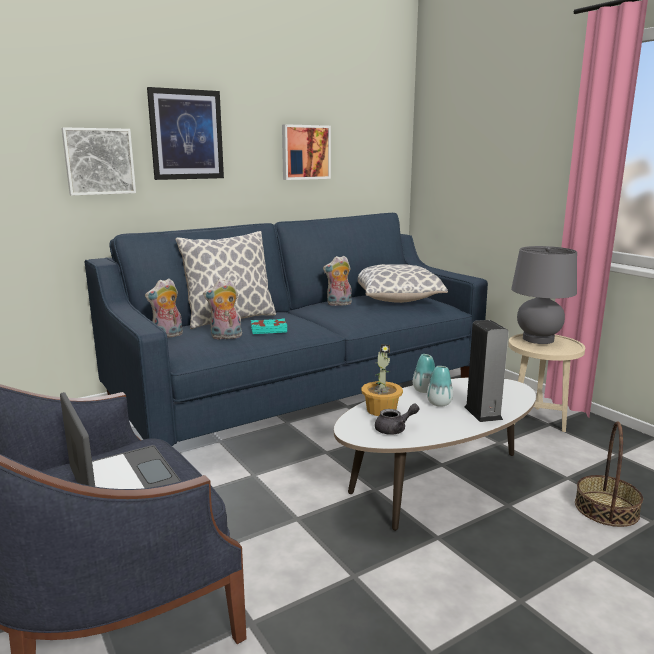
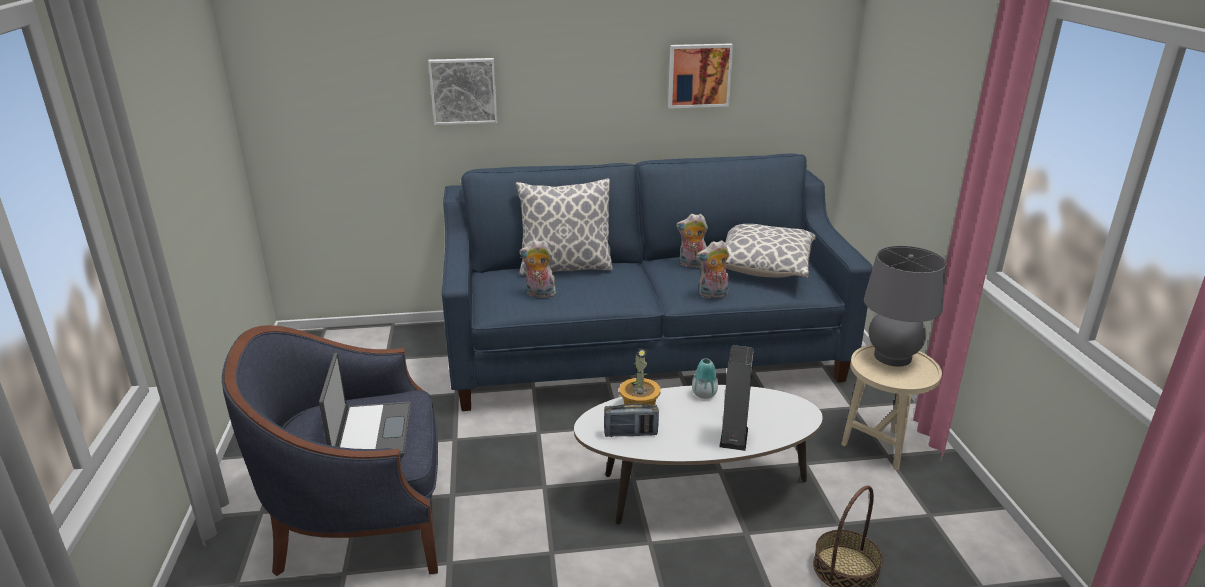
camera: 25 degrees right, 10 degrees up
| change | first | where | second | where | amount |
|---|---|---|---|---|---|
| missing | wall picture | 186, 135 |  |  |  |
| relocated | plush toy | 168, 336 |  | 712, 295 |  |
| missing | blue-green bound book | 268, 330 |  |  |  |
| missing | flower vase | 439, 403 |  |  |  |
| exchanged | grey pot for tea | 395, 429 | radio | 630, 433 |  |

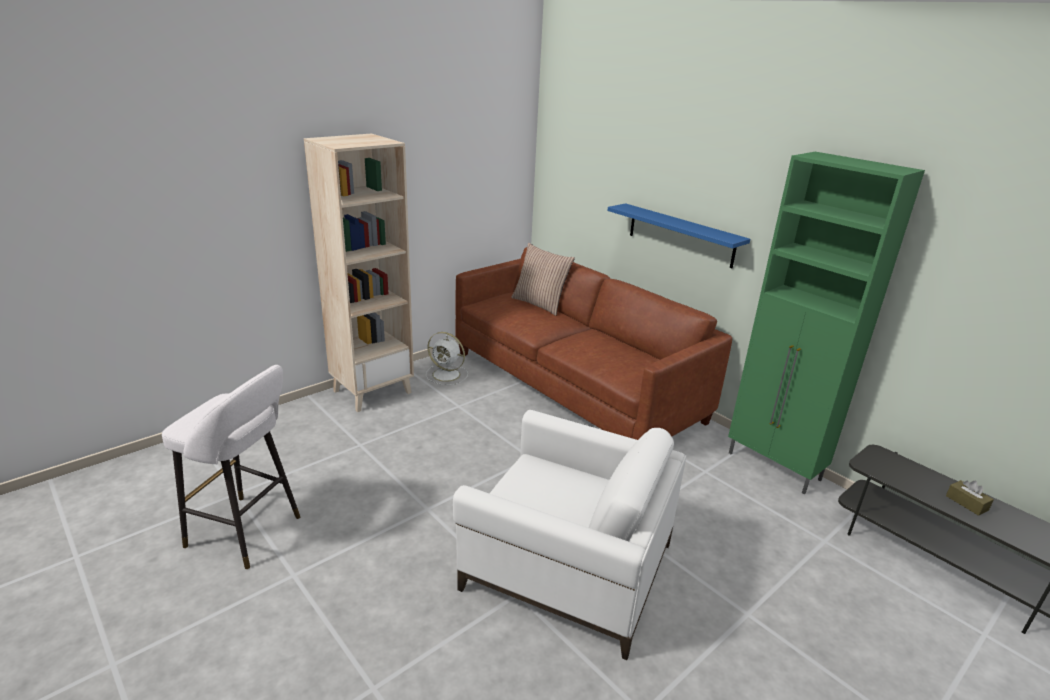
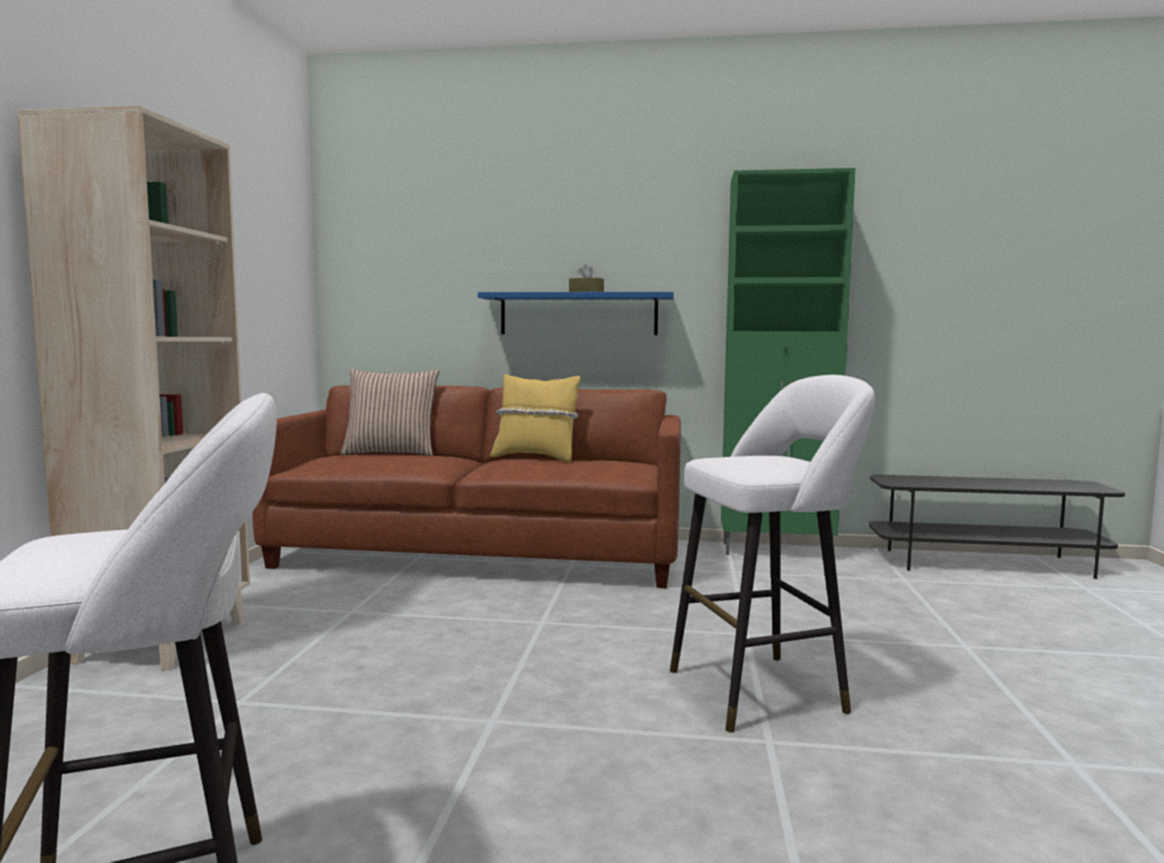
camera: 40 degrees left, 20 degrees down
| change | first | where | second | where | amount |
|---|---|---|---|---|---|
| missing | white cooling fan | 447, 375 |  |  |  |
| exchanged | white lounge chair | 567, 566 | white sitting stool | 765, 689 |  |
| relocated | brown box of tissues | 966, 503 |  | 586, 292 |  |
| appeared |  |  | yellow-coloured throw pillow | 535, 458 |  |

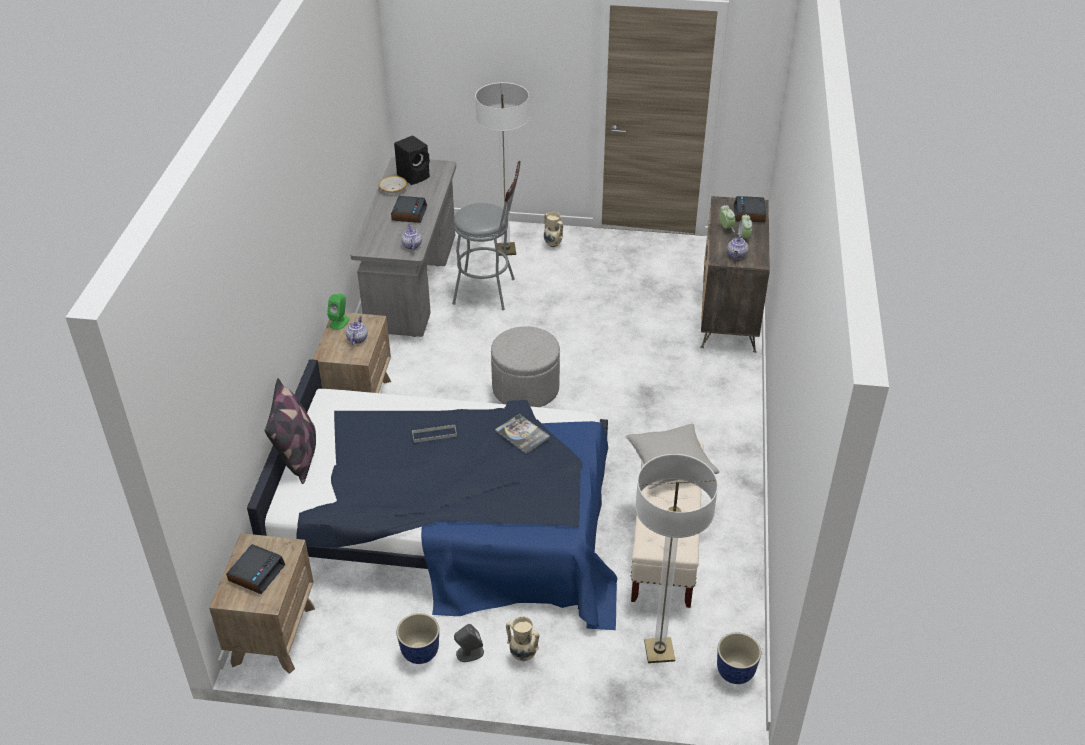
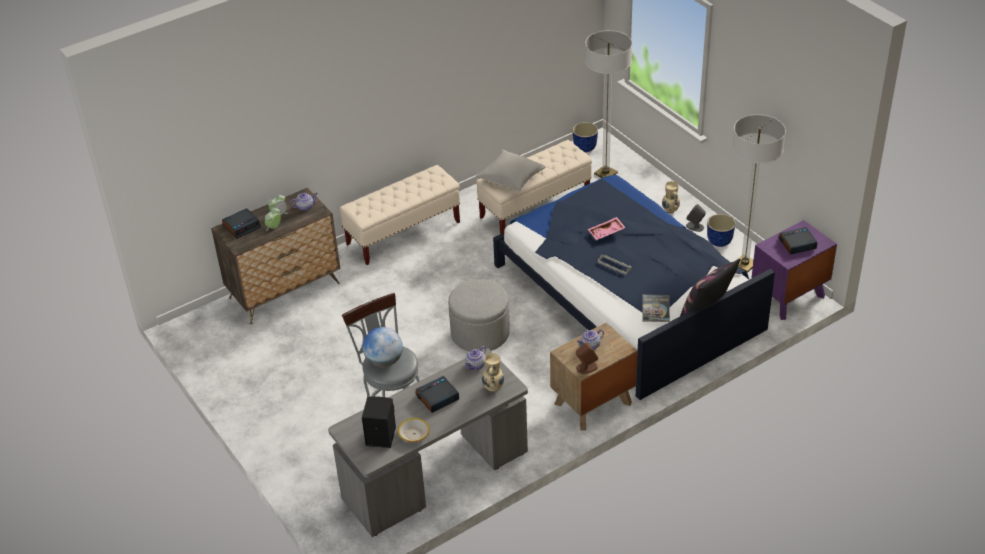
camera: 130 degrees left, 0 degrees up
| change | first | where | second | where | amount |
|---|---|---|---|---|---|
| relocated | standing lamp | 506, 250 |  | 744, 264 |  |
| relocated | beige-coloured flower vase | 553, 244 |  | 493, 387 |  |
| colour | green-coloured loudspeaker | 339, 322 | brown loudspeaker | 586, 367 |  |
| relocated | bound book | 522, 434 |  | 655, 309 |  |
| colour | brown bedside table | 273, 634 | purple-coloured bedside table | 788, 297 |  |
| appeared |  |  | beige-coloured indoor bench | 403, 233 |  |
| appeared |  |  | pinkish serving tray | 606, 232 |  |
| appeared |  |  | globe | 384, 361 |  |

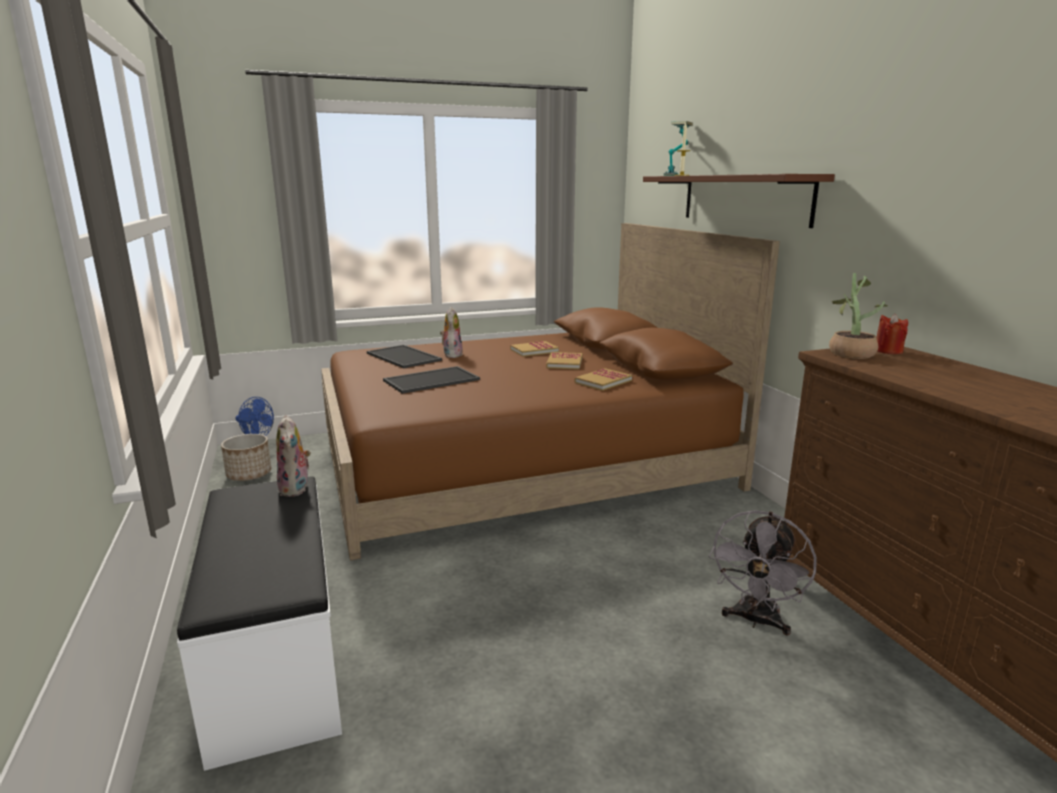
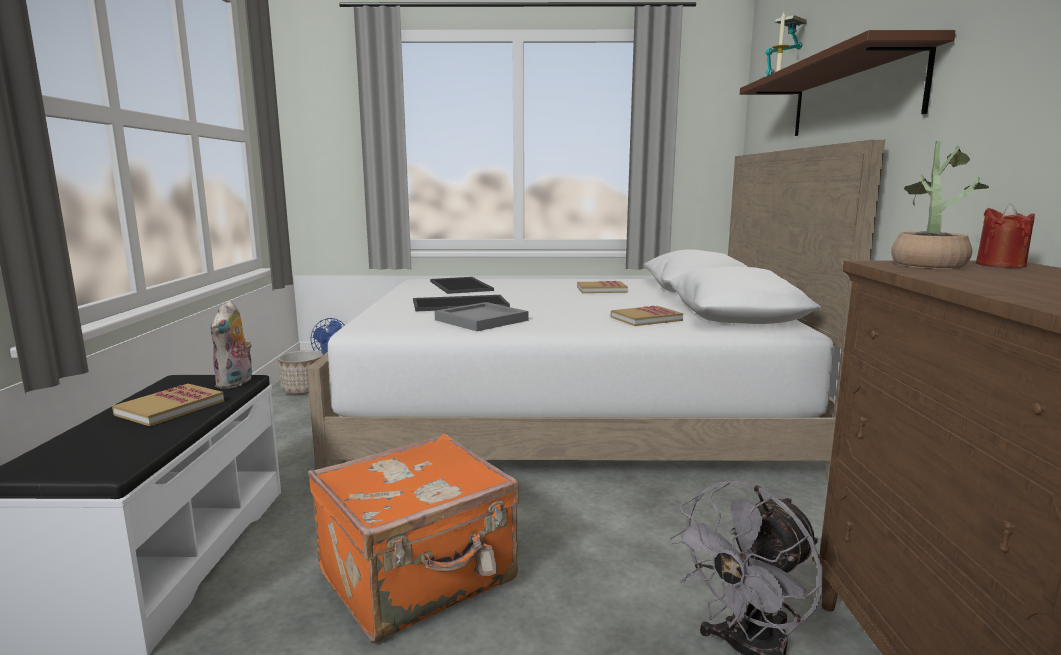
camera: 20 degrees right, 5 degrees down
| change | first | where | second | where | amount |
|---|---|---|---|---|---|
| colour | brown bedroom bed | 520, 462 | white bedroom bed | 569, 413 |  |
| missing | plush toy | 451, 354 |  |  |  |
| relocated | bound book | 564, 363 |  | 170, 408 |  |
| appeared |  |  | grey serving tray | 481, 320 |  |
| appeared |  |  | orangey suitcase | 419, 578 |  |

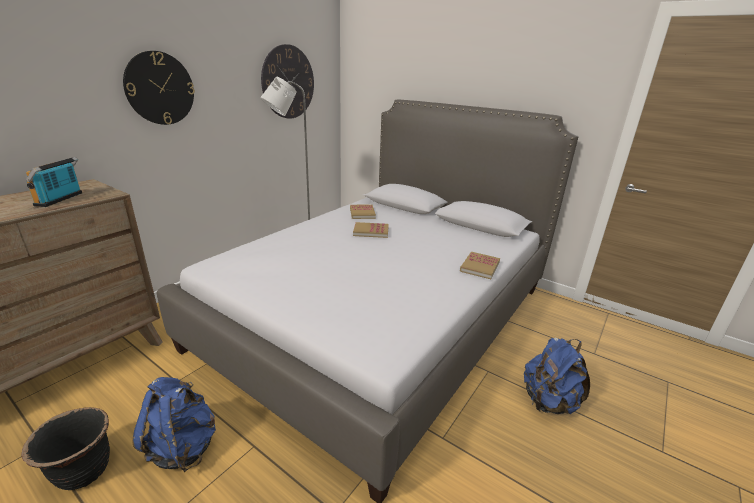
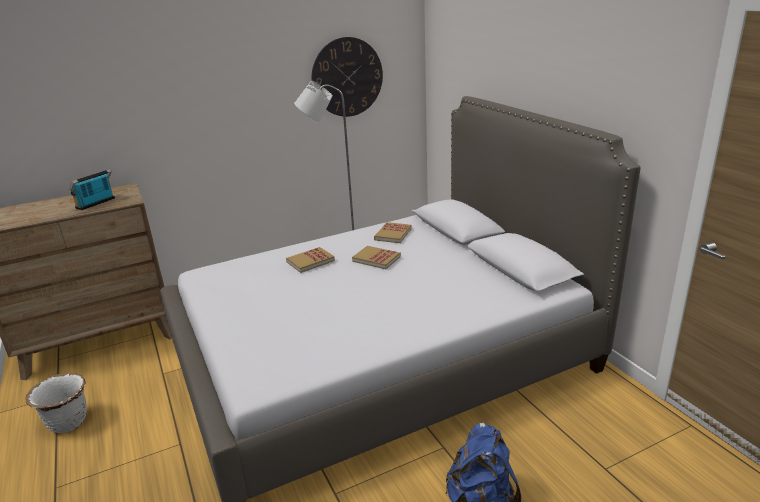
camera: 30 degrees right, 0 degrees up
| change | first | where | second | where | amount |
|---|---|---|---|---|---|
| missing | wall clock | 160, 88 |  |  |  |
| relocated | bound book | 480, 267 |  | 310, 261 |  |
| missing | blue backpack | 183, 447 |  |  |  |
| colour | black plant pot | 83, 472 | white plant pot | 67, 423 |  |

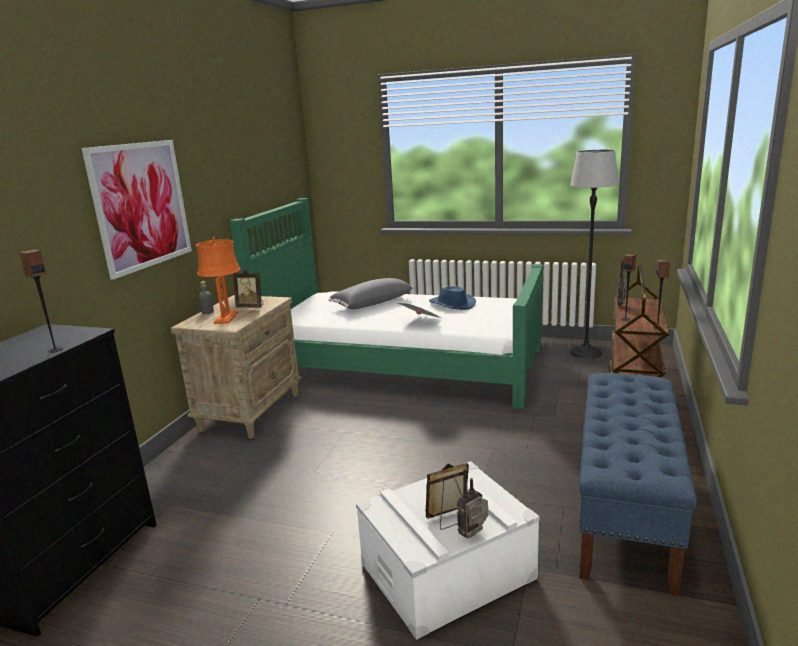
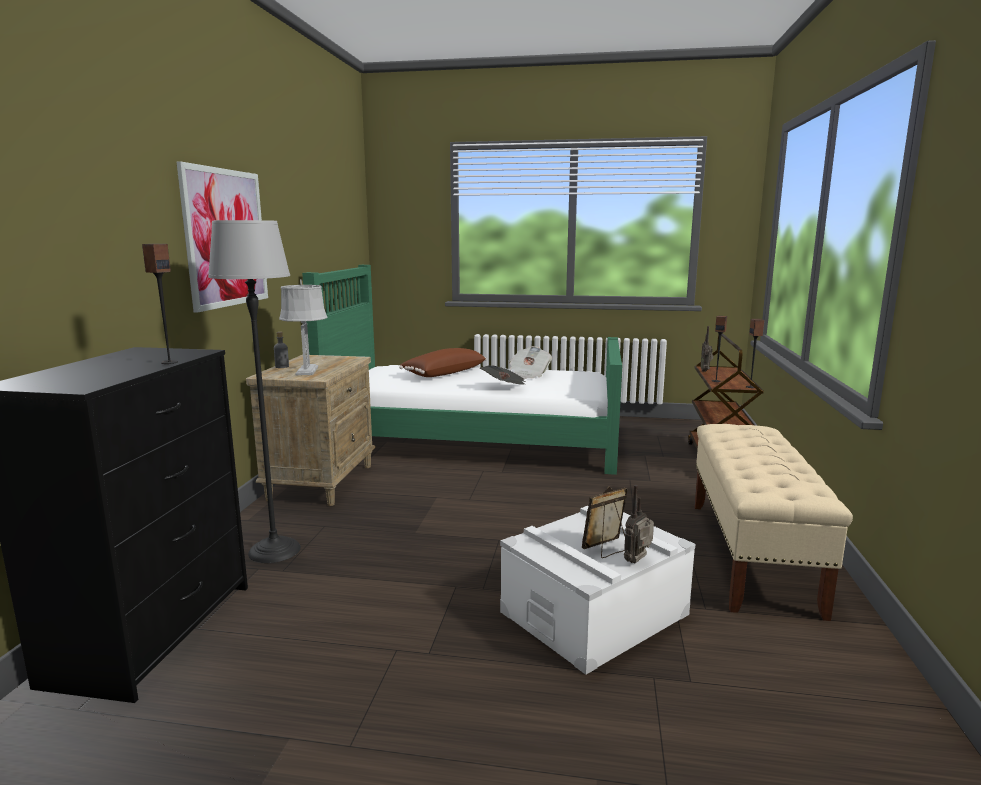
camera: 10 degrees left, 5 degrees down
| change | first | where | second | where | amount |
|---|---|---|---|---|---|
| relocated | standing lamp | 586, 352 |  | 275, 550 |  |
| colour | orangey tabletop lamp | 226, 318 | grey tabletop lamp | 307, 371 |  |
| missing | picture frame | 251, 307 |  |  |  |
| colour | grey throw pillow | 372, 303 | brown throw pillow | 443, 373 |  |
| exchanged | blue clothing hat | 451, 304 | daily paper | 529, 375 |  |
| colour | blue indoor bench | 626, 510 | beige-coloured indoor bench | 751, 554 |  |

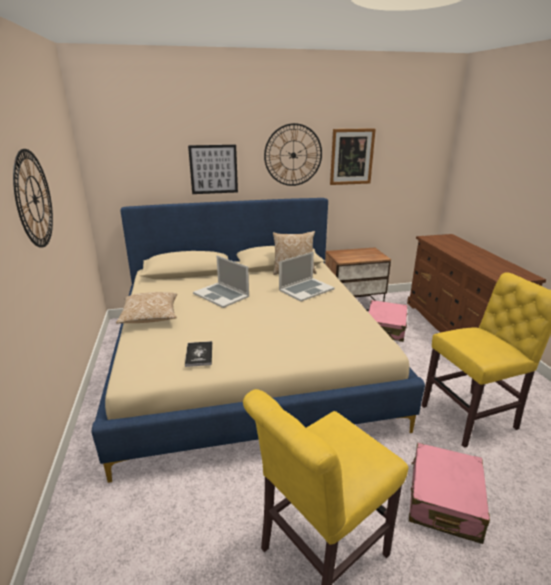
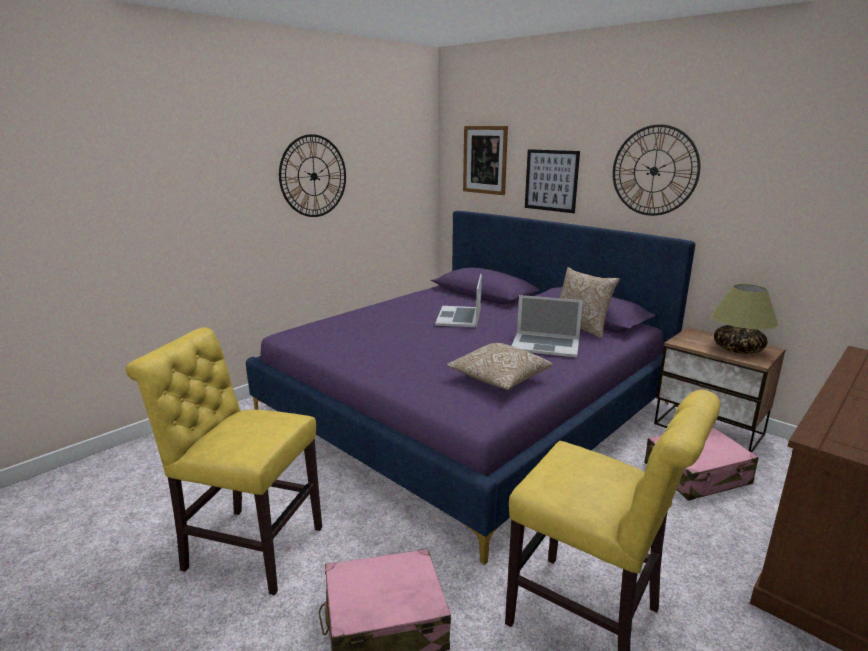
camera: 55 degrees right, 5 degrees down
| change | first | where | second | where | amount |
|---|---|---|---|---|---|
| relocated | wall picture | 352, 157 |  | 485, 160 |  |
| colour | beige-coloured bedroom bed | 247, 362 | purple-coloured bedroom bed | 467, 410 |  |
| relocated | throw pillow | 150, 317 |  | 498, 379 |  |
| missing | bound book | 199, 354 |  |  |  |
| appeared |  |  | tabletop lamp | 737, 349 |  |

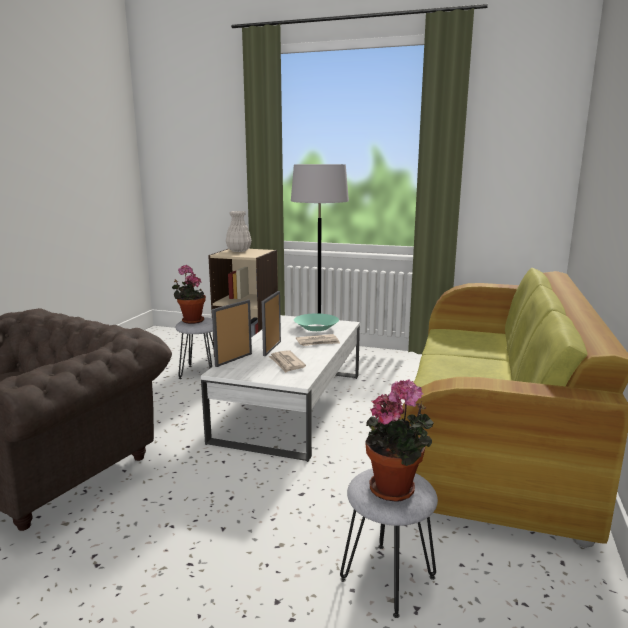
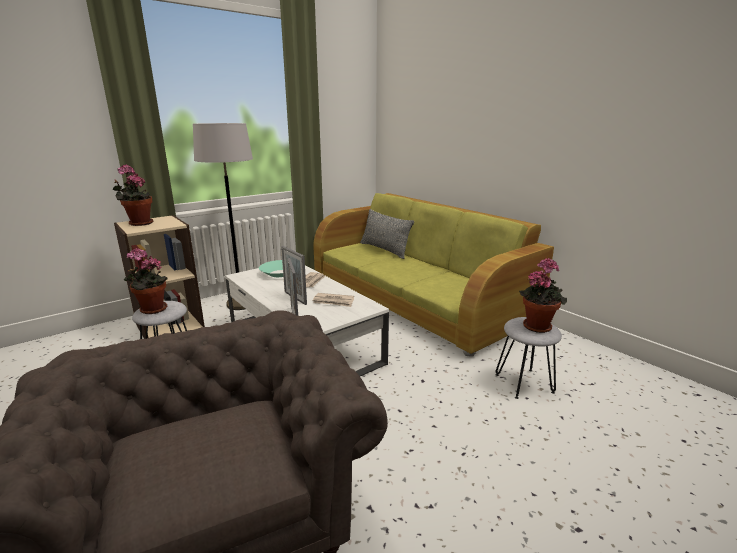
camera: 55 degrees left, 5 degrees up
| change | first | where | second | where | amount |
|---|---|---|---|---|---|
| exchanged | white flower vase | 238, 250 | potted plant | 139, 223 |  |
| appeared |  |  | grey throw pillow | 384, 250 |  |

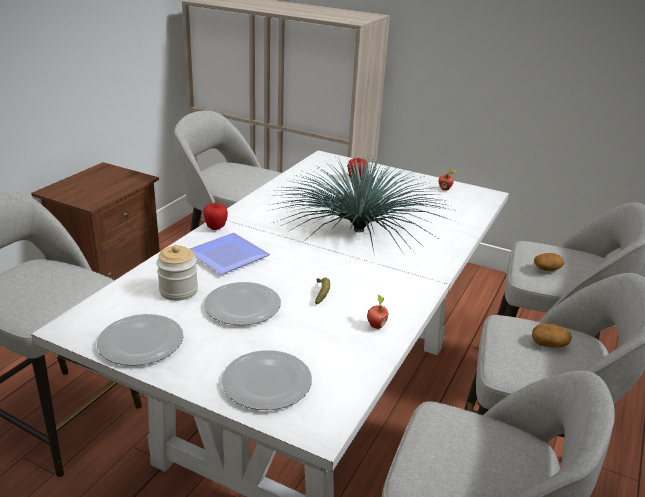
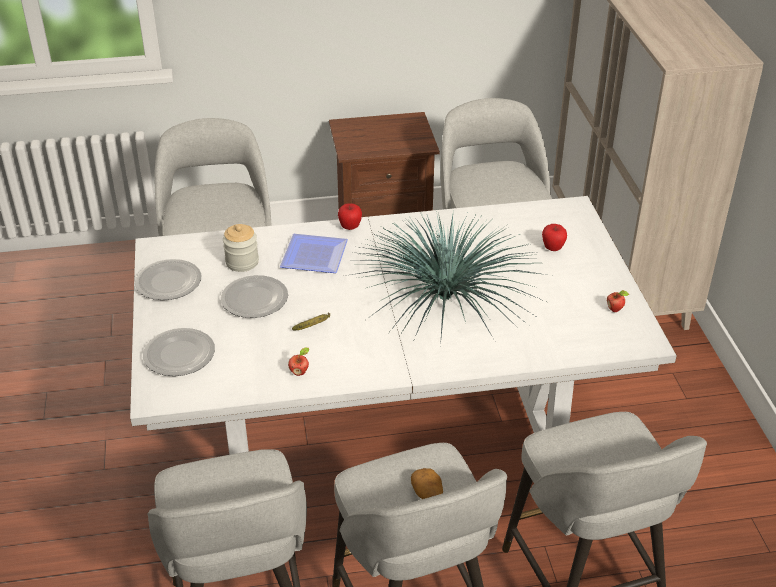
camera: 55 degrees right, 10 degrees up
| change | first | where | second | where | amount |
|---|---|---|---|---|---|
| missing | whole potato | 547, 269 |  |  |  |

